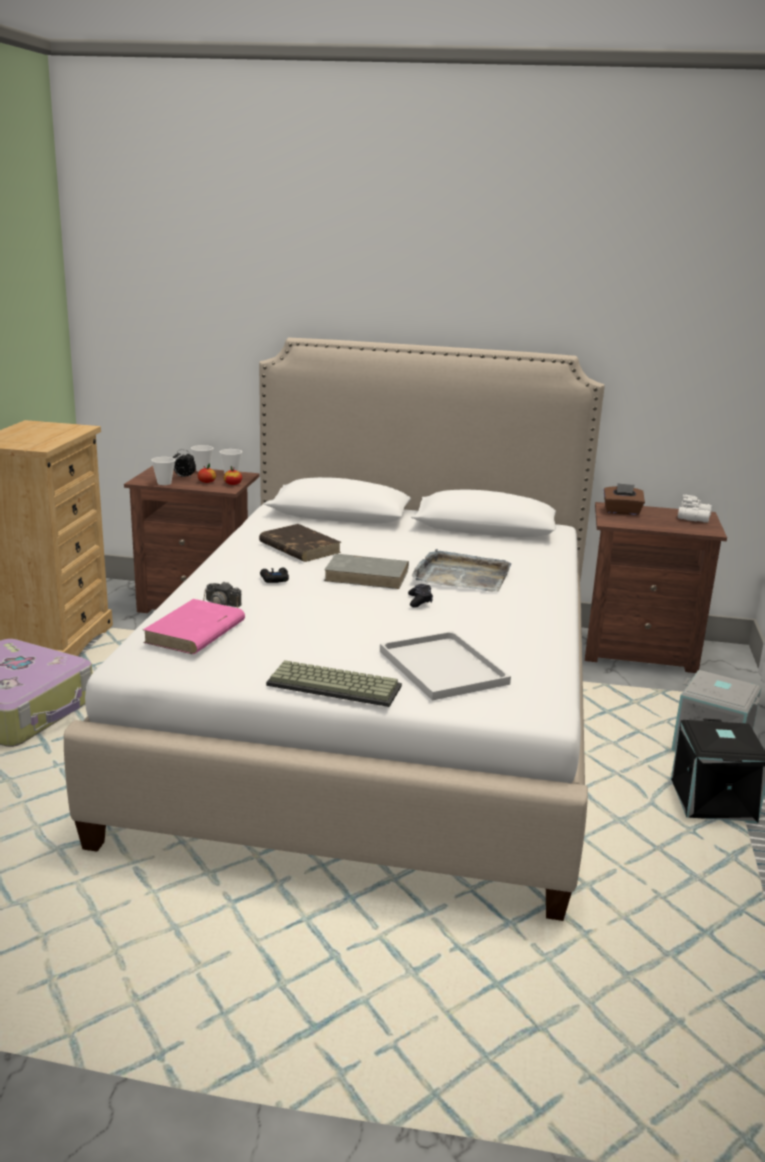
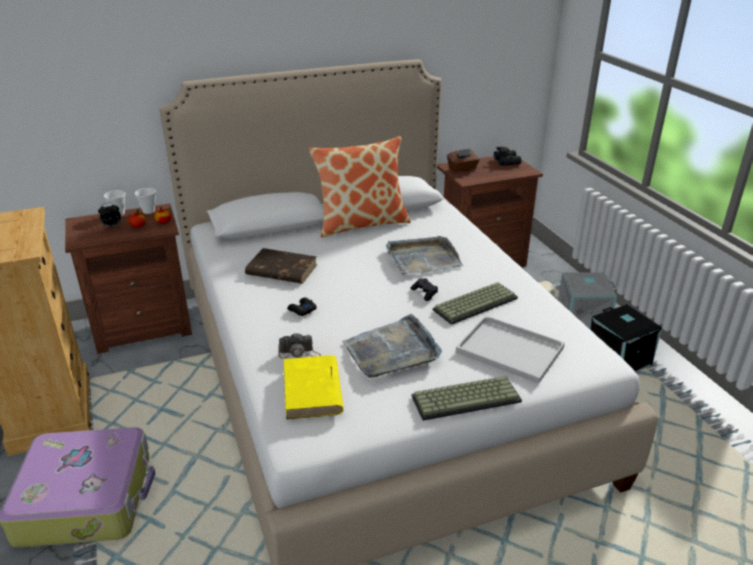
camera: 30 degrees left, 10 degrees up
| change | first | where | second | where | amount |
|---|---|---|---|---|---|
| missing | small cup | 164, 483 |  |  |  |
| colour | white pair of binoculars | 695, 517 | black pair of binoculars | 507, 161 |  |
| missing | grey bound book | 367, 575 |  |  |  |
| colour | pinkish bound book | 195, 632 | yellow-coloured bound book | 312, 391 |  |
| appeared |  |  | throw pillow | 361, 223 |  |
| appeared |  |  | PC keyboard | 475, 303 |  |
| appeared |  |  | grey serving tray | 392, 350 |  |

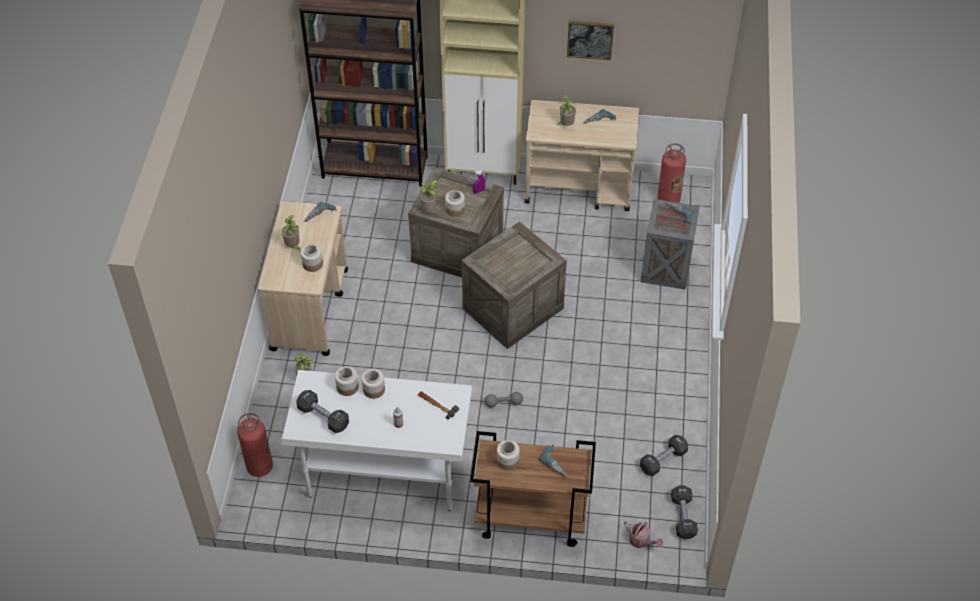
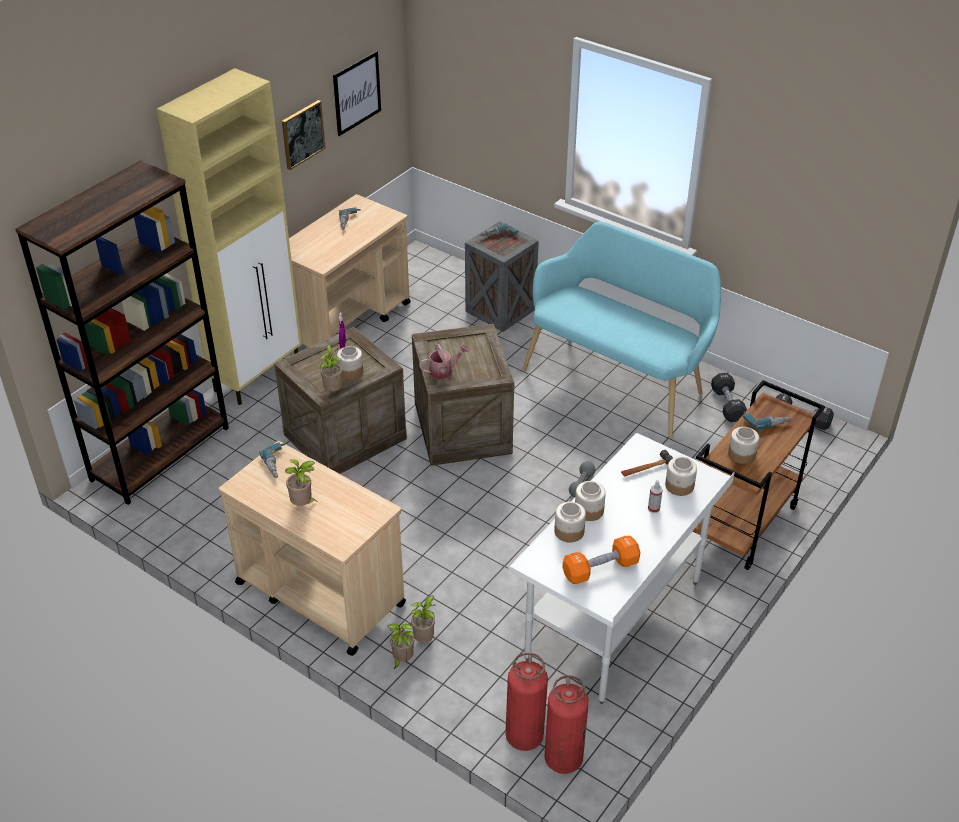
camera: 60 degrees left, 10 degrees down
| change | first | where | second | where | amount |
|---|---|---|---|---|---|
| relocated | potted plant | 565, 125 |  | 402, 660 |  |
| relocated | extinguisher | 668, 199 |  | 563, 759 |  |
| relocated | storage jar | 312, 264 |  | 679, 486 |  |
| colour | black dumbbell | 323, 417 | orangey dumbbell | 600, 569 |  |
| relocated | watering pot | 641, 541 |  | 444, 371 |  |
| appeared |  |  | wall picture | 357, 93 |  |
| appeared |  |  | blue-green indoor bench | 618, 379 |  |

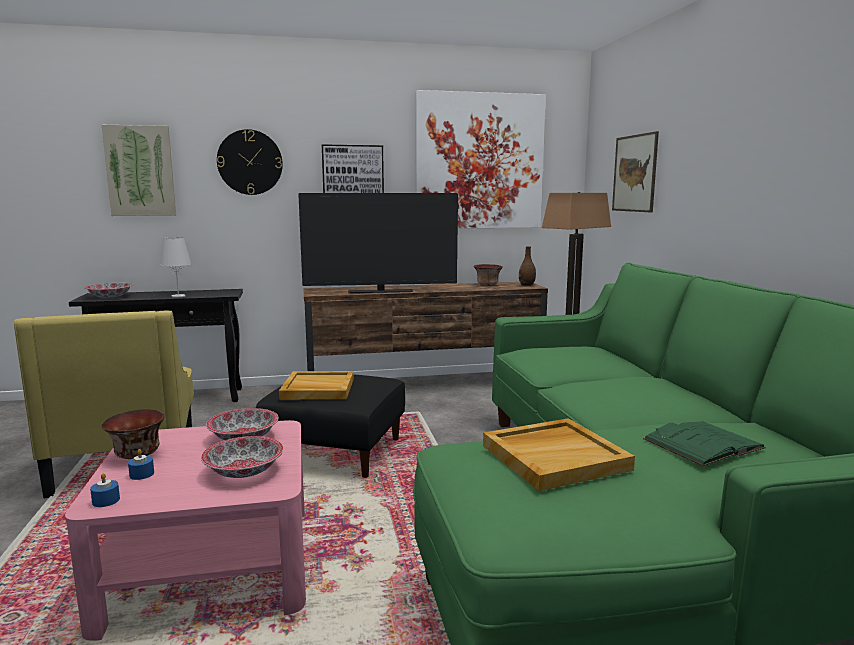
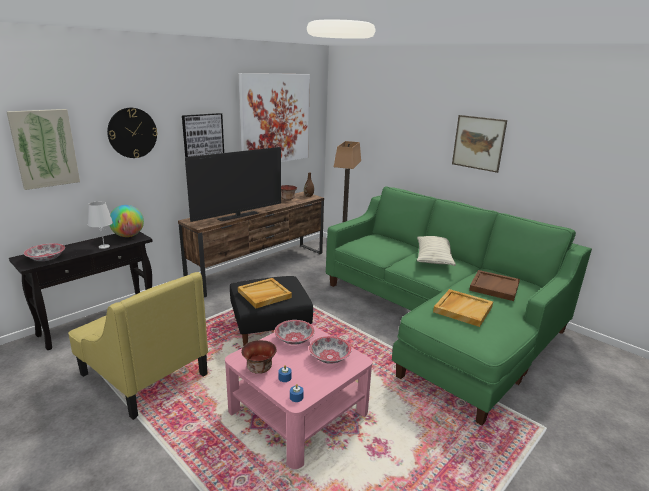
camera: 35 degrees left, 10 degrees up
| change | first | where | second | where | amount |
|---|---|---|---|---|---|
| relocated | wall picture | 634, 173 |  | 478, 143 |  |
| exchanged | green-coloured bound book | 703, 443 | brown serving tray | 494, 287 |  |
| appeared |  |  | globe | 128, 236 |  |
| appeared |  |  | throw pillow | 433, 258 |  |

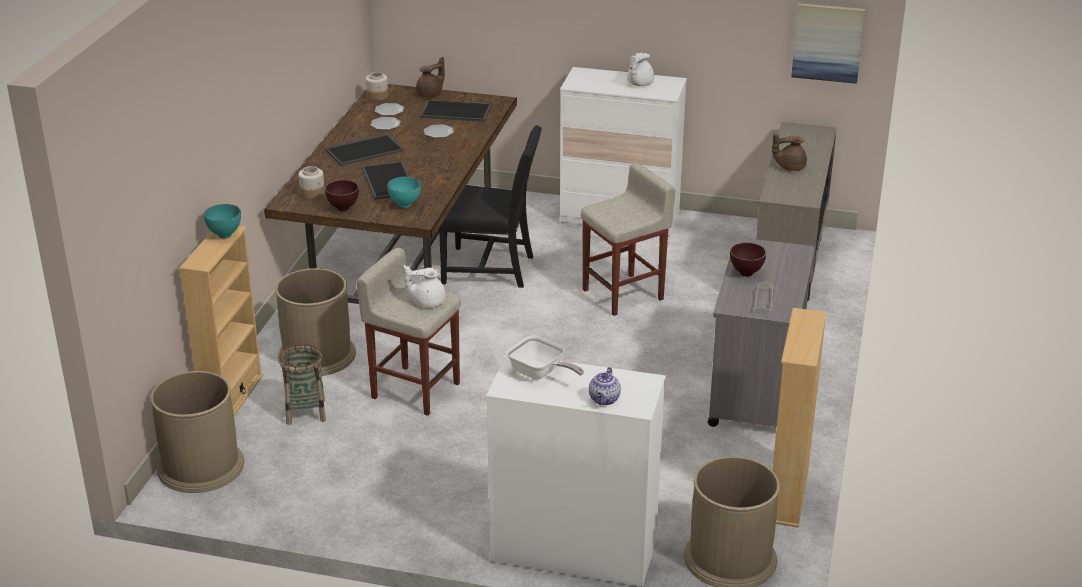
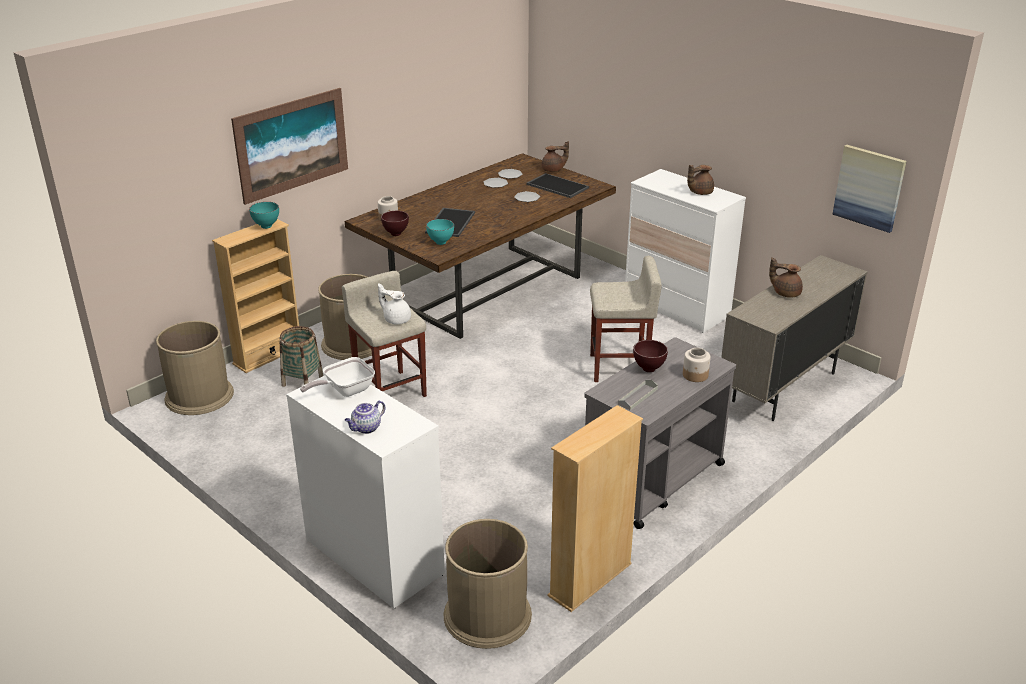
camera: 30 degrees right, 0 degrees up
| change | first | where | second | where | amount |
|---|---|---|---|---|---|
| colour | white pot for tea | 639, 83 | brown pot for tea | 699, 192 |  |
| relocated | storage jar | 377, 96 |  | 695, 375 |  |
| missing | black plain chair | 491, 269 |  |  |  |
| missing | serving tray | 364, 150 |  |  |  |
| spun | skillet | 540, 374 |  | 345, 391 | 75 degrees clockwise |
| appeared |  |  | wall picture | 292, 144 |  |

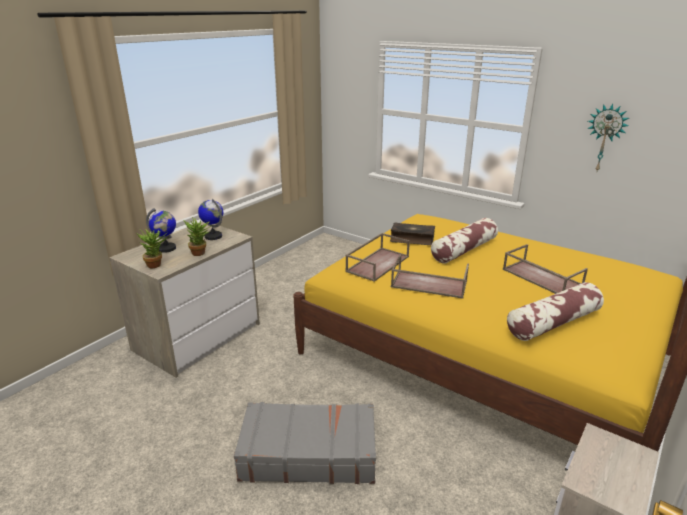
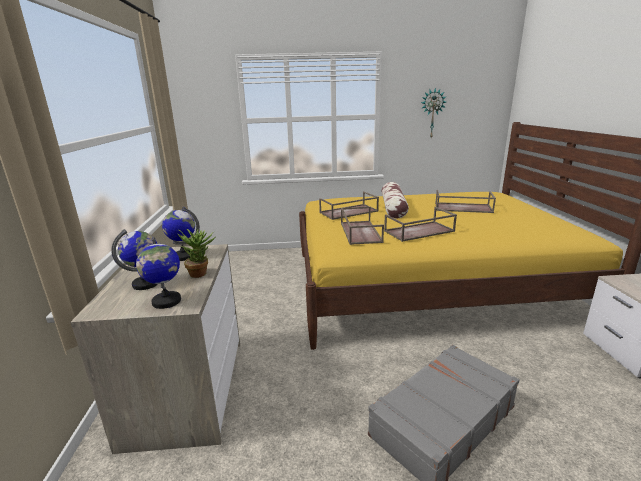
camera: 40 degrees left, 5 degrees down
| change | first | where | second | where | amount |
|---|---|---|---|---|---|
| exchanged | bound book | 412, 239 | brown serving tray | 348, 212 |  |
| exchanged | potted plant | 157, 264 | globe | 166, 301 |  |
| missing | throw pillow | 553, 323 |  |  |  |

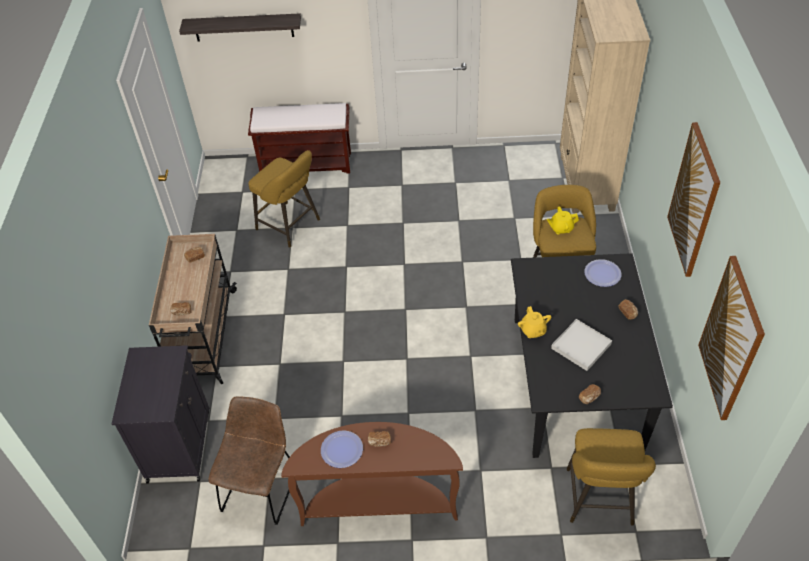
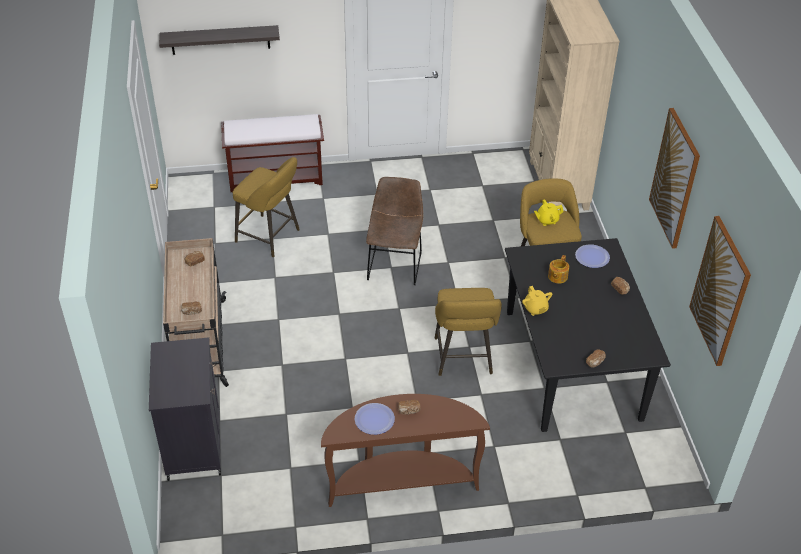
camera: 10 degrees left, 5 degrees down
| change | first | where | second | where | amount |
|---|---|---|---|---|---|
| missing | white serving tray | 581, 346 |  |  |  |
| relocated | brown plain chair | 261, 487 |  | 395, 264 |  |
| relocated | yellow-coloured sitting stool | 599, 501 |  | 463, 359 |  |
| appeared |  |  | pot for tea | 557, 277 |  |

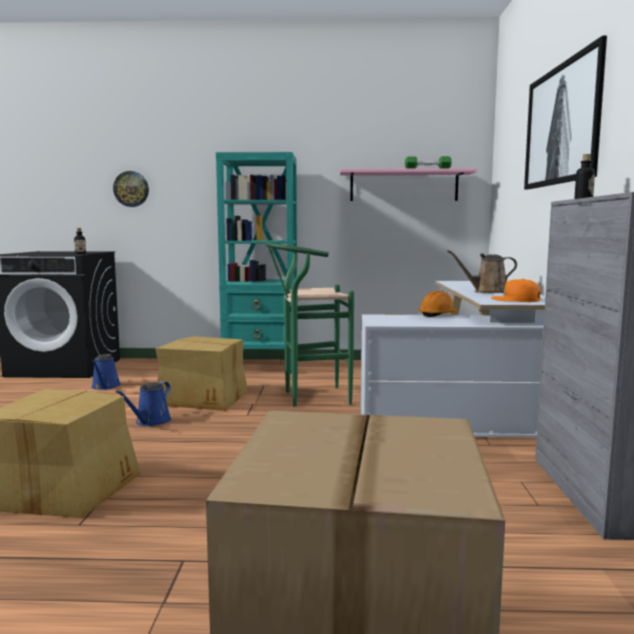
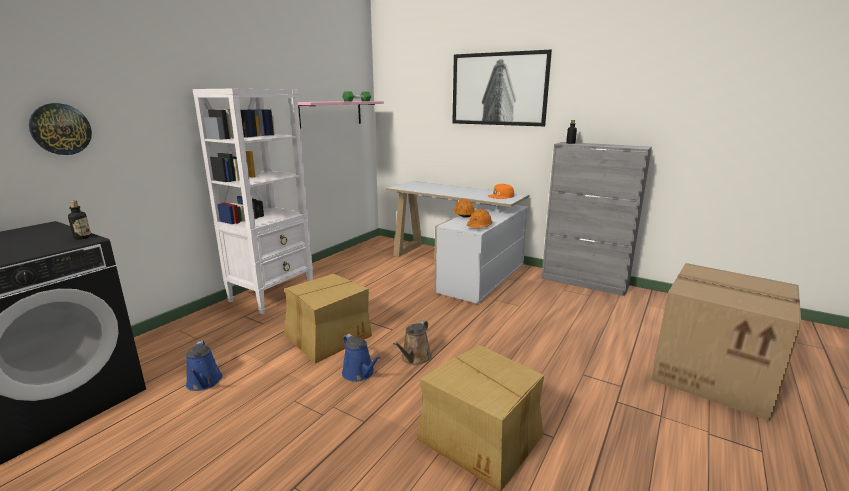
camera: 60 degrees left, 10 degrees up
| change | first | where | second | where | amount |
|---|---|---|---|---|---|
| colour | blue-green bookshelf | 262, 366 | white bookshelf | 272, 295 |  |
| missing | green-coloured sitting stool | 310, 397 |  |  |  |
| relocated | brown watering pot | 487, 291 |  | 414, 358 |  |
| spun | blue watering pot | 105, 386 |  | 204, 383 | 45 degrees clockwise |
| appeared |  |  | orangey safety helmet | 479, 226 |  |

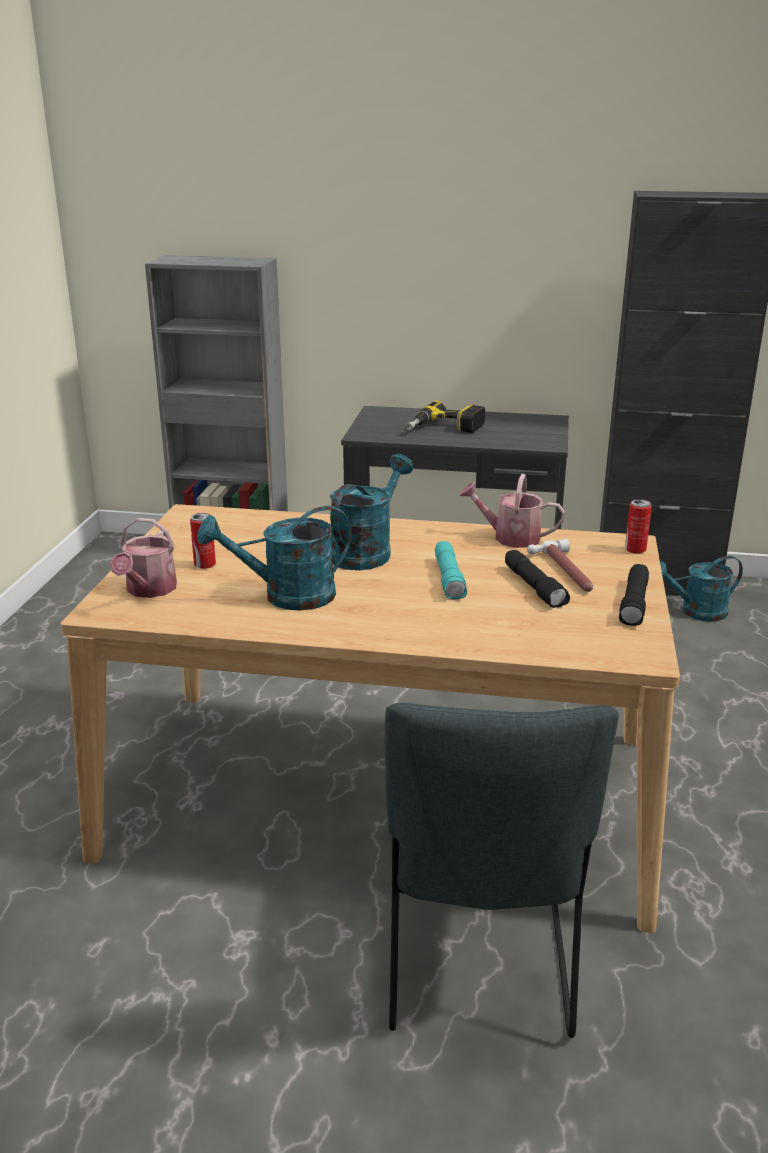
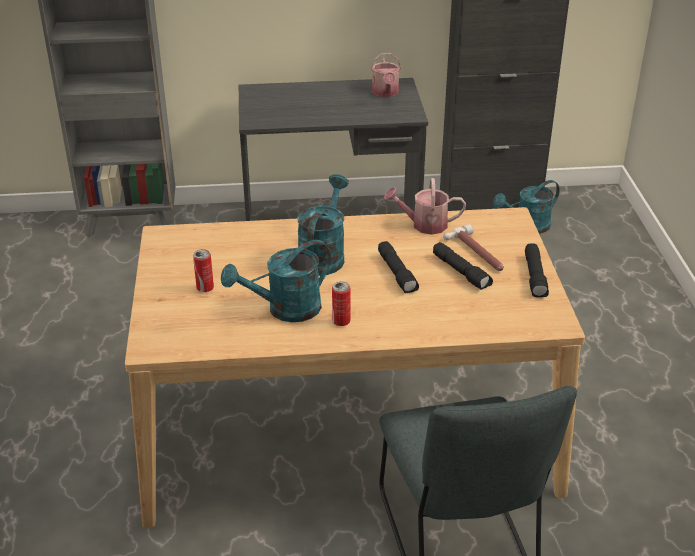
camera: 15 degrees left, 10 degrees up
| change | first | where | second | where | amount |
|---|---|---|---|---|---|
| missing | power drill | 444, 429 |  |  |  |
| relocated | sealed can | 635, 550 |  | 341, 321 |  |
| relocated | watering pot | 148, 590 |  | 385, 93 |  |
| colour | blue-green hand torch | 450, 579 | black hand torch | 397, 273 |  |

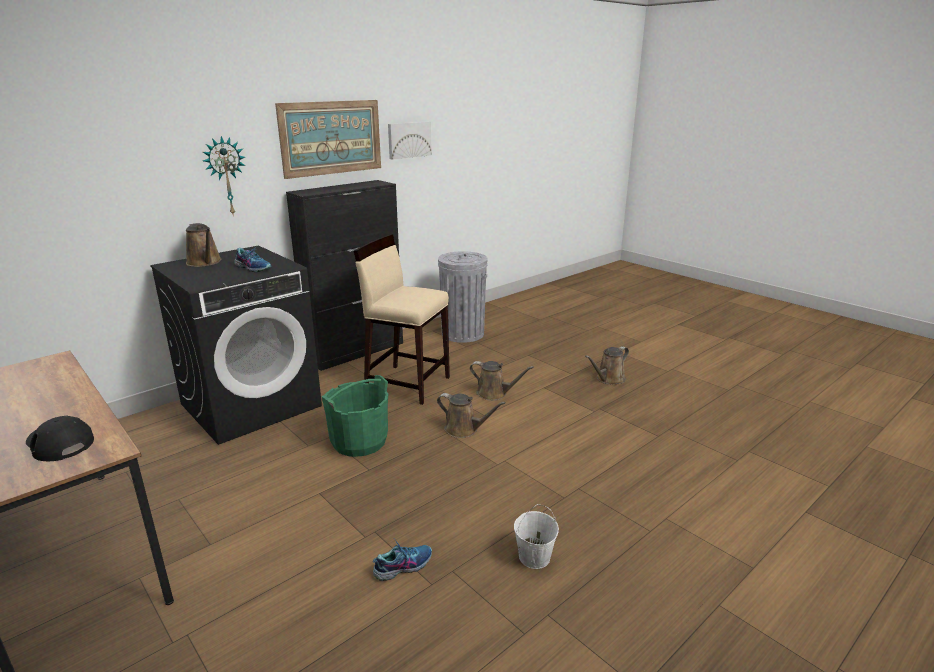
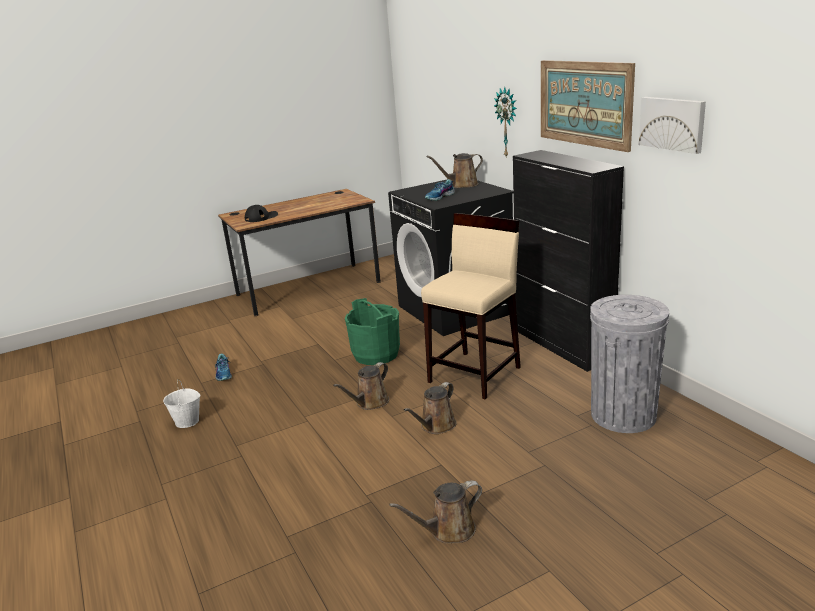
camera: 105 degrees right, 0 degrees up
| change | first | where | second | where | amount |
|---|---|---|---|---|---|
| spun | brown watering pot | 608, 379 |  | 448, 530 | 90 degrees counterclockwise |

